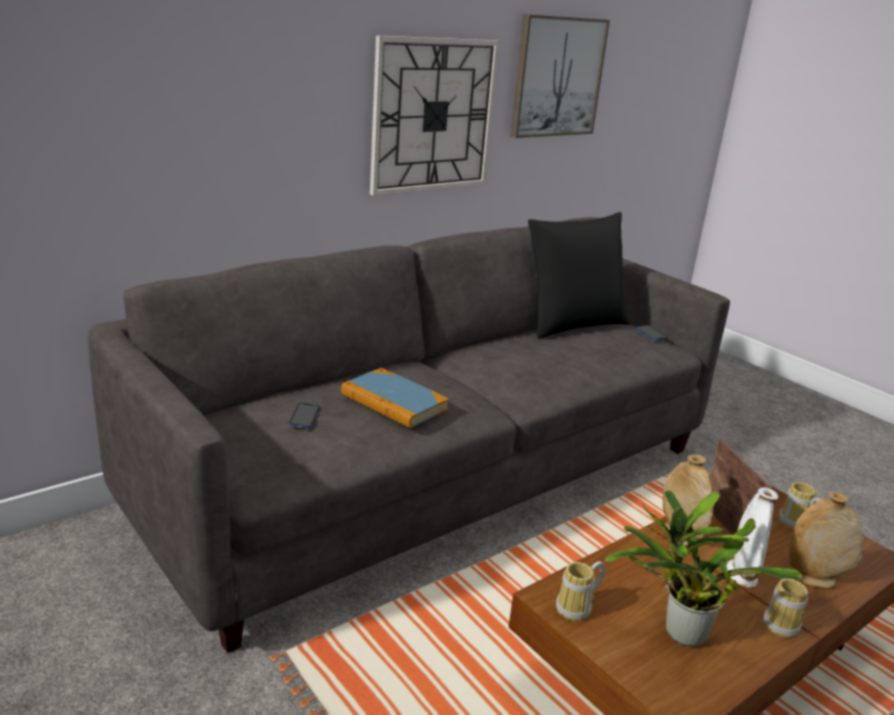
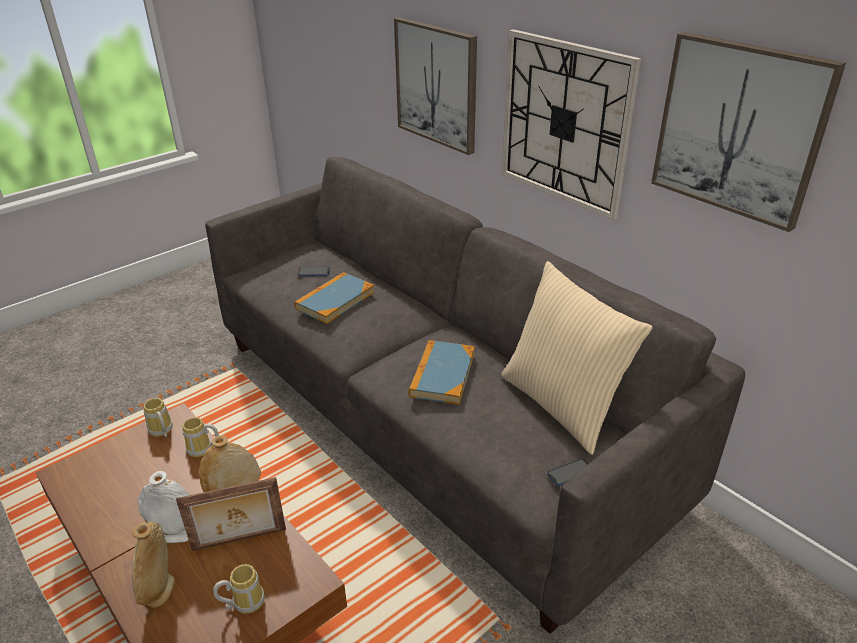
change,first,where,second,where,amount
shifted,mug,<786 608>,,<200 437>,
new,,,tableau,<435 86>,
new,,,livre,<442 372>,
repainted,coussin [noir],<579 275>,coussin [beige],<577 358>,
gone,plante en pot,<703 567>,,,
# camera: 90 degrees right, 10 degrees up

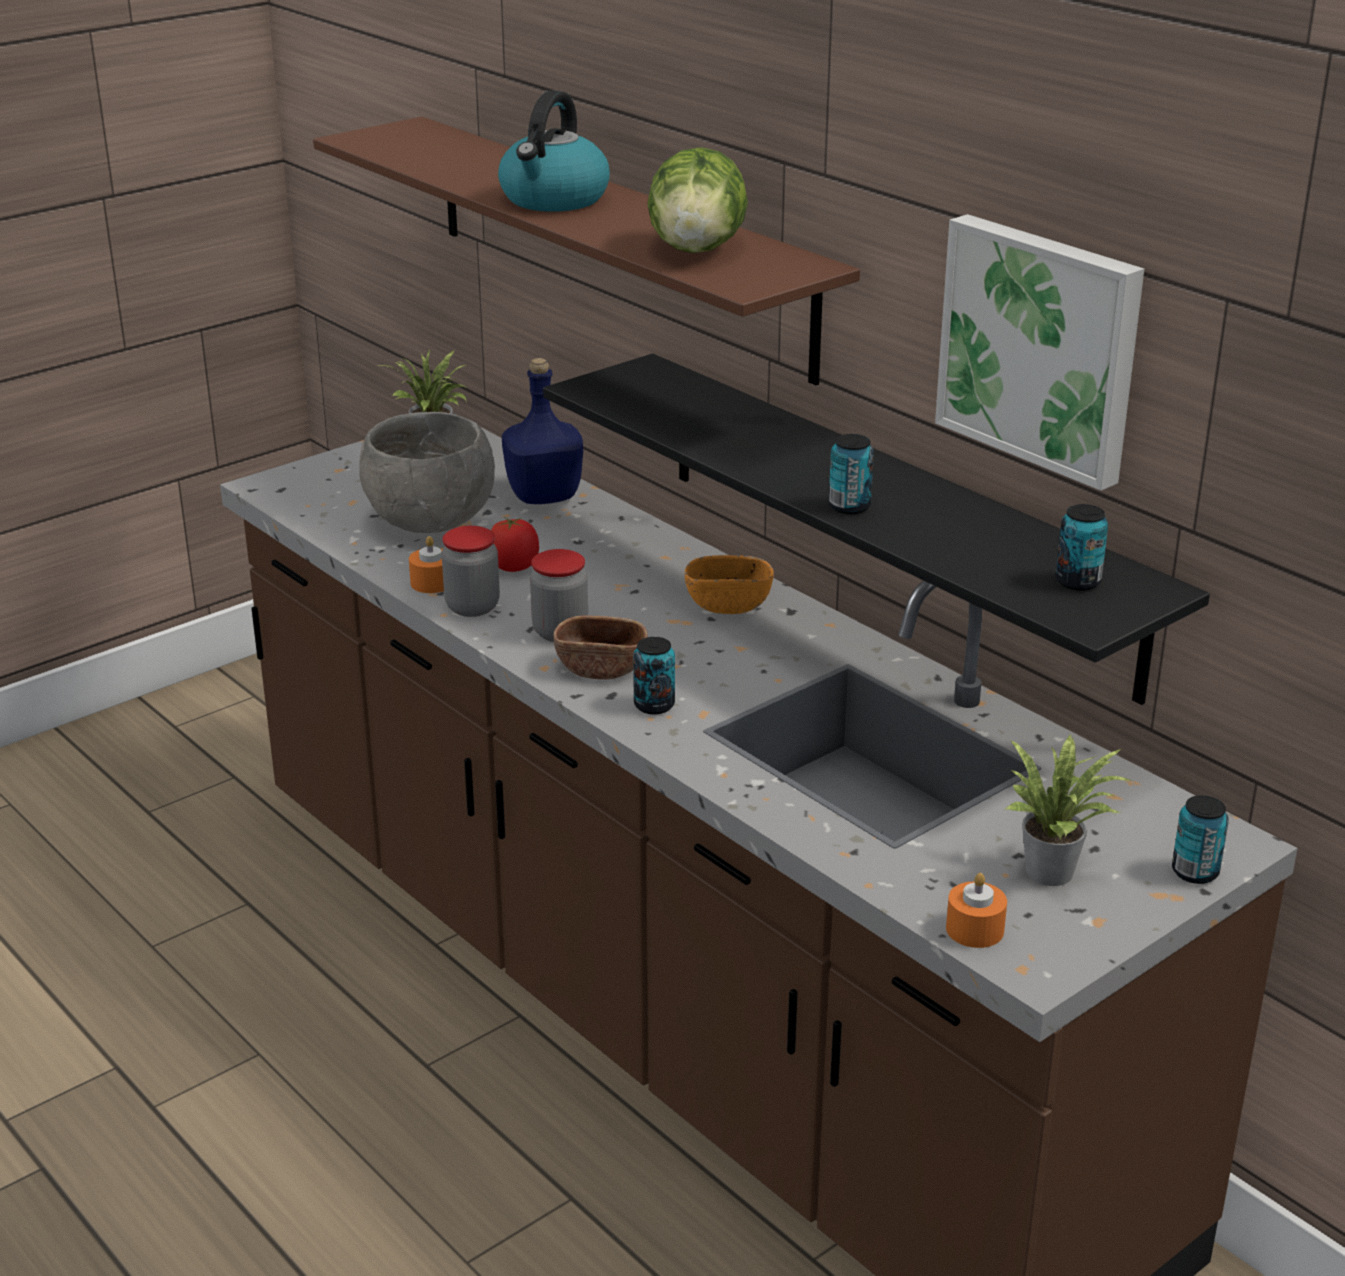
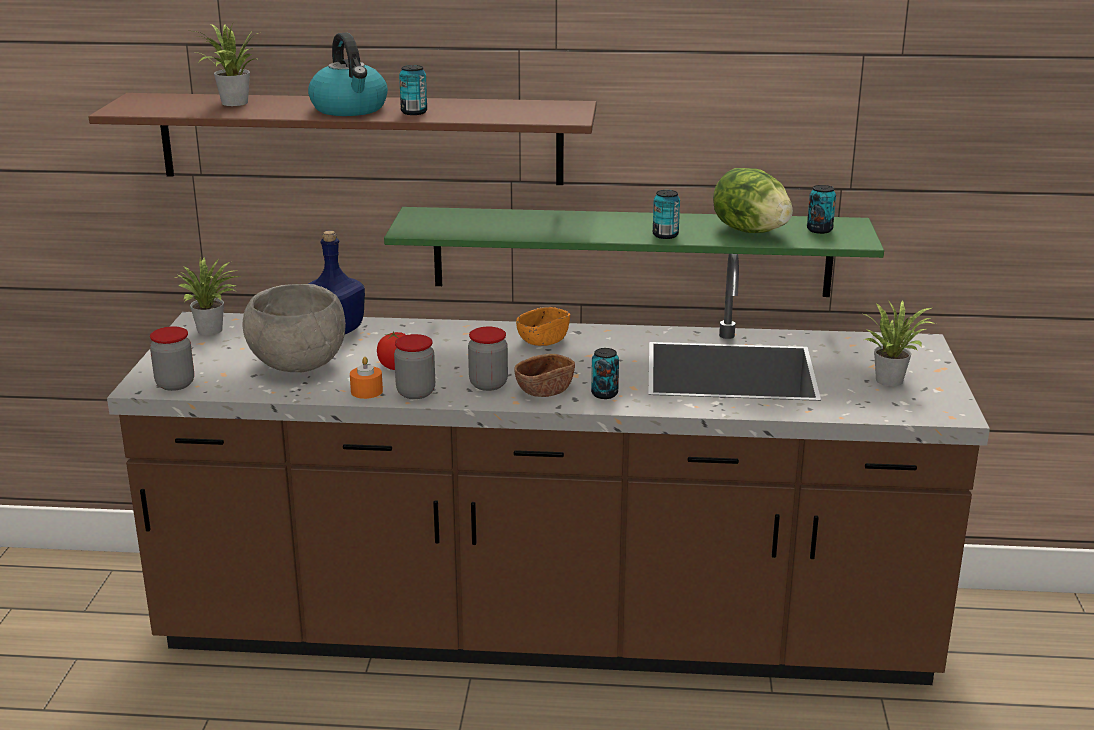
change,first,where,second,where,amount
new,,,bocal,<172 358>,
new,,,plante en pot,<227 64>,
repainted,étagère [noir],<876 529>,étagère [vert],<634 252>,
shifted,boîte métallique,<1200 839>,,<413 90>,
shifted,laitue,<698 200>,,<753 200>,
gone,tableau,<1039 352>,,,
gone,bougie [orange],<976 910>,,,
# camera: 45 degrees left, 5 degrees down

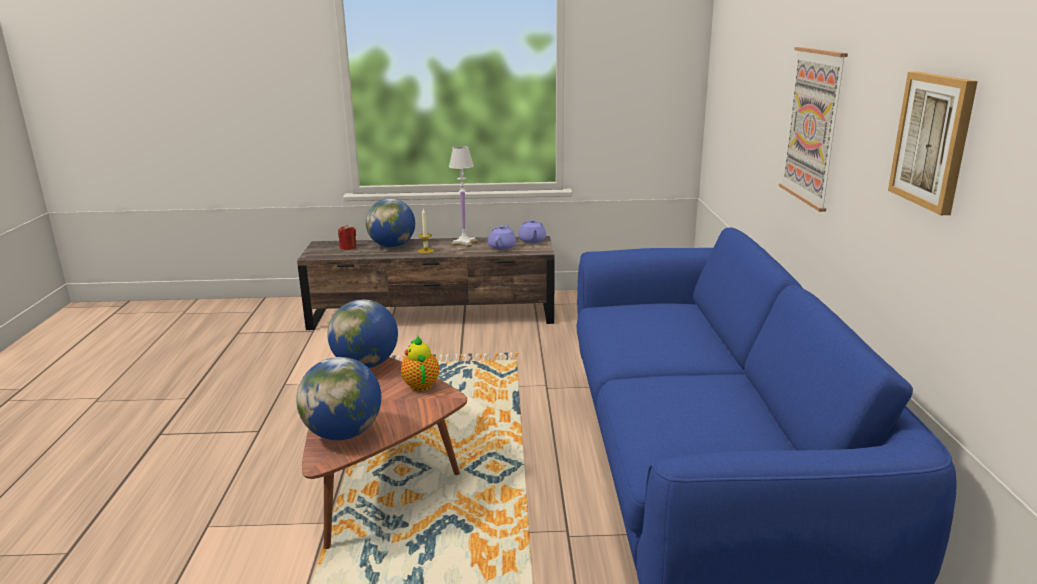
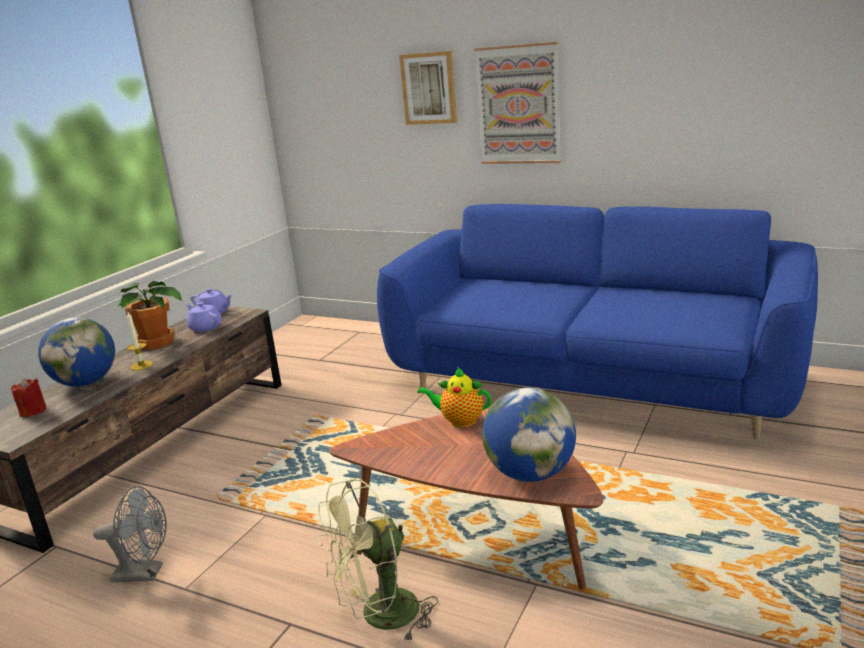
change,first,where,second,where,amount
new,,,ventilateur [gris],<130 534>,
swapped,lampe de table [blanc],<463 196>,plante en pot,<149 315>,
new,,,ventilateur [vert],<377 560>,
shifted,tableau,<933 143>,,<428 88>,
gone,globe,<362 334>,,,
# camera: 60 degrees left, 0 degrees up

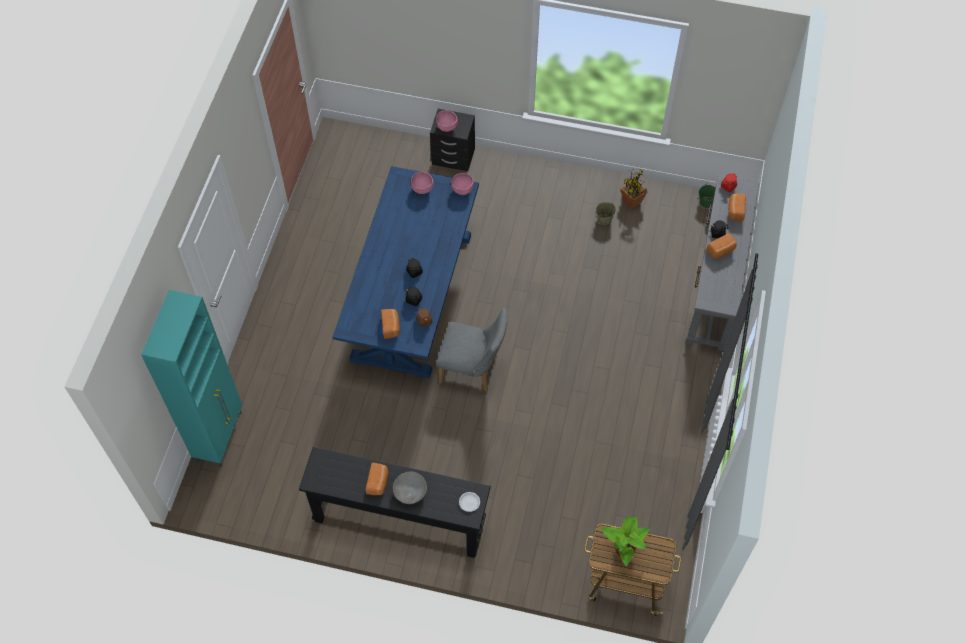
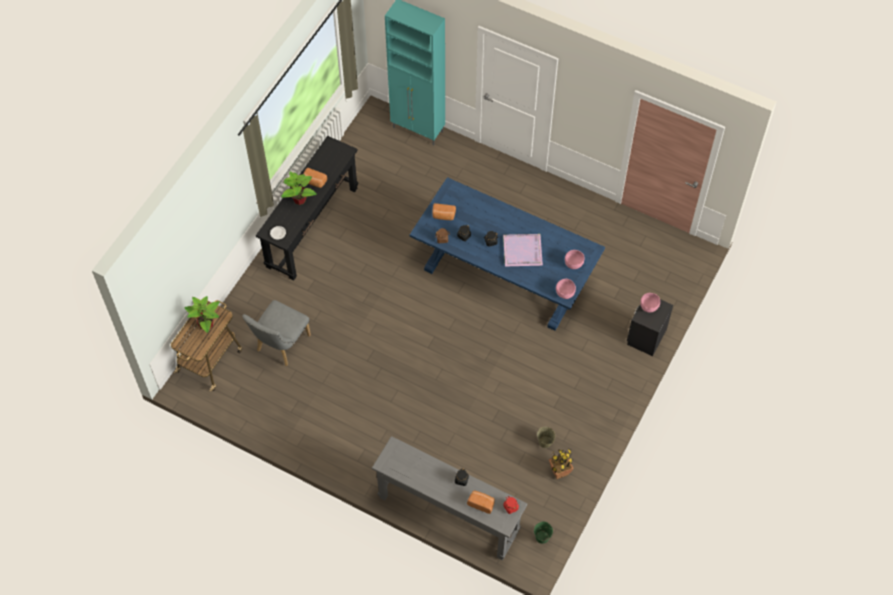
change,first,where,second,where,amount
shifted,chaise [gris],<472 350>,,<276 333>,
swapped,bol [gris],<410 487>,plante en pot,<299 188>,
new,,,plateau [violet],<523 250>,
gone,pain,<721 246>,,,
# camera: 105 degrees right, 0 degrees up

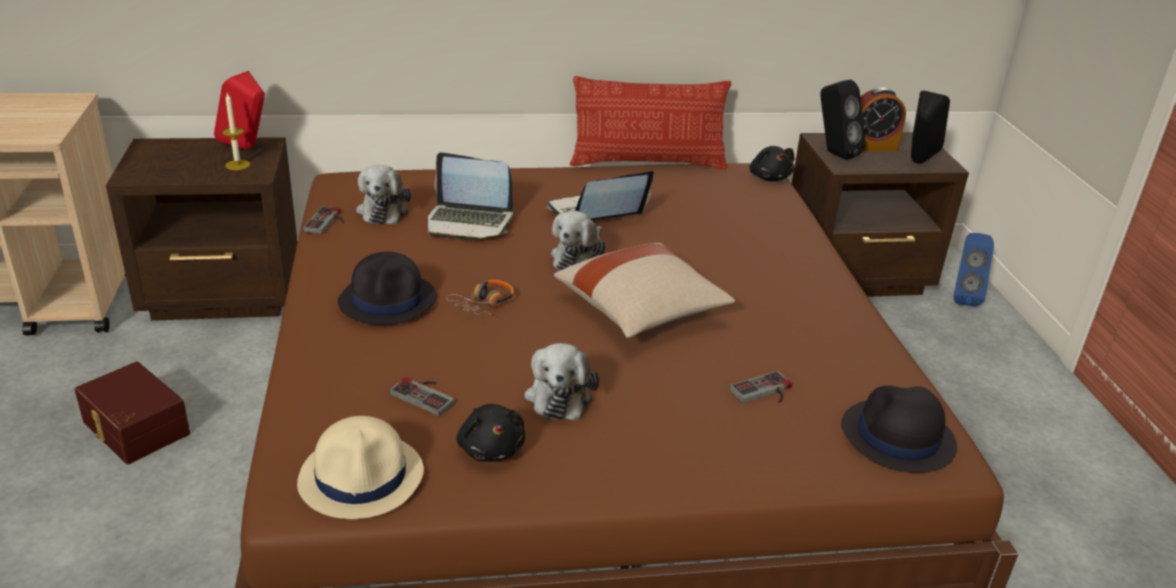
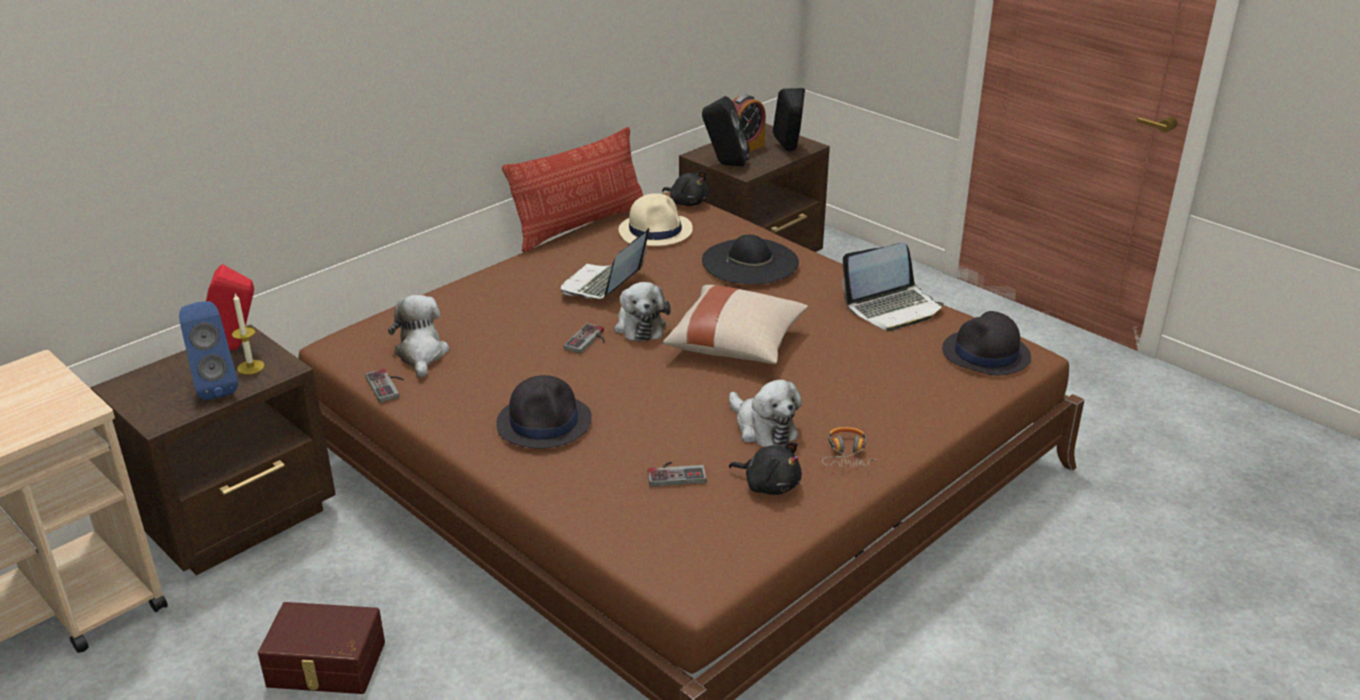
change,first,where,second,where,amount
shifted,enceinte [bleu],<974 269>,,<208 350>,
rotated,peluche,<383 194>,,<418 336>,150 degrees counterclockwise
shifted,manette,<760 387>,,<584 338>,
shifted,chapeau [beige],<360 467>,,<656 219>,
new,,,chapeau [noir],<750 259>,
shifted,casque audio,<480 297>,,<849 447>,
shifted,ordinateur portable,<470 196>,,<893 286>,
# camera: 35 degrees left, 0 degrees up

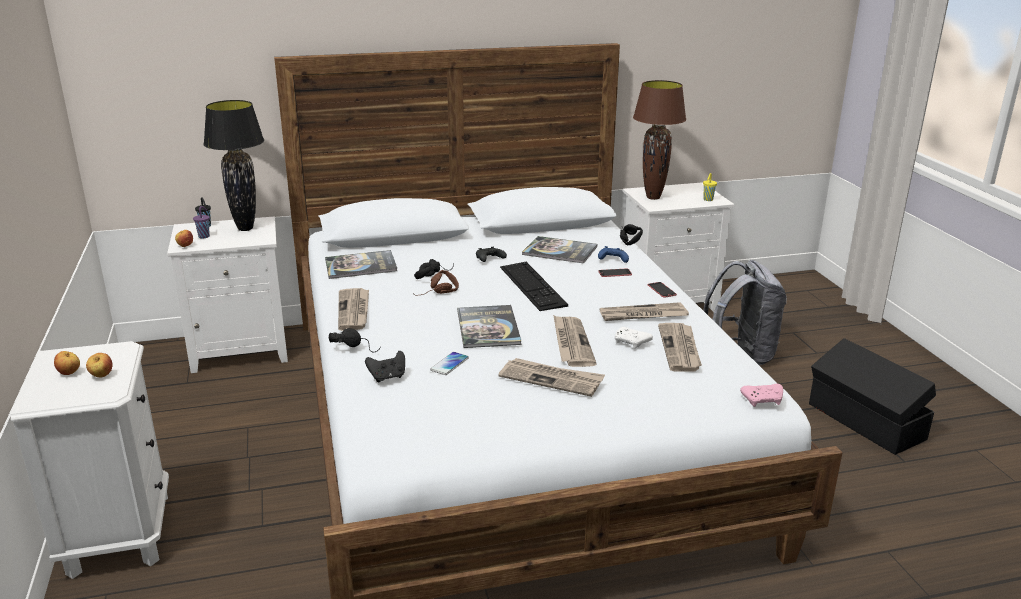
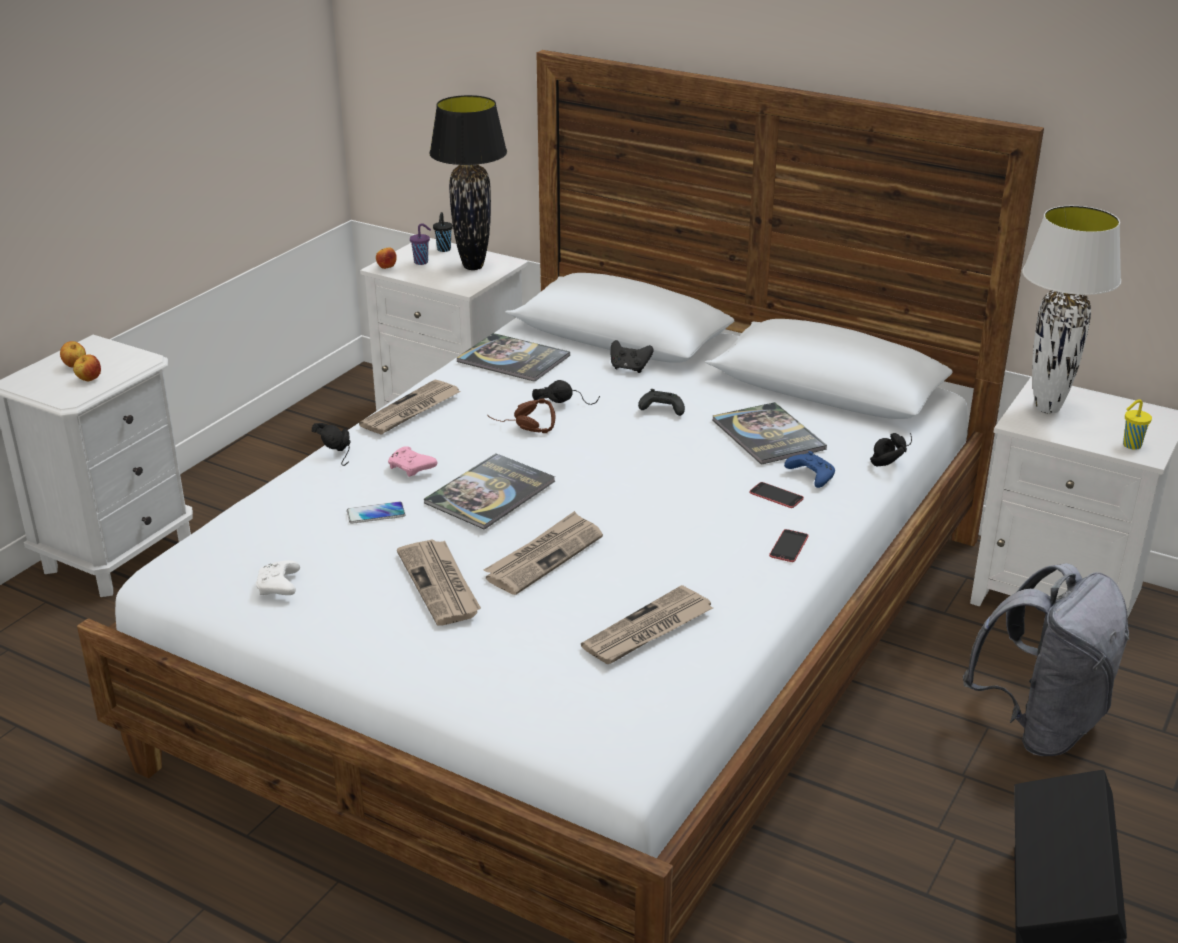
change,first,where,second,where,amount
shifted,manette [blanc],<634 337>,,<278 577>,
shifted,manette [rose],<761 395>,,<412 461>,
shifted,manette [noir],<385 366>,,<632 356>,
repainted,lampe de table [marron],<659 140>,lampe de table [blanc],<1071 310>,
gone,clavier,<534 286>,,,
gone,journal,<644 311>,,,
# camera: 45 degrees right, 5 degrees up

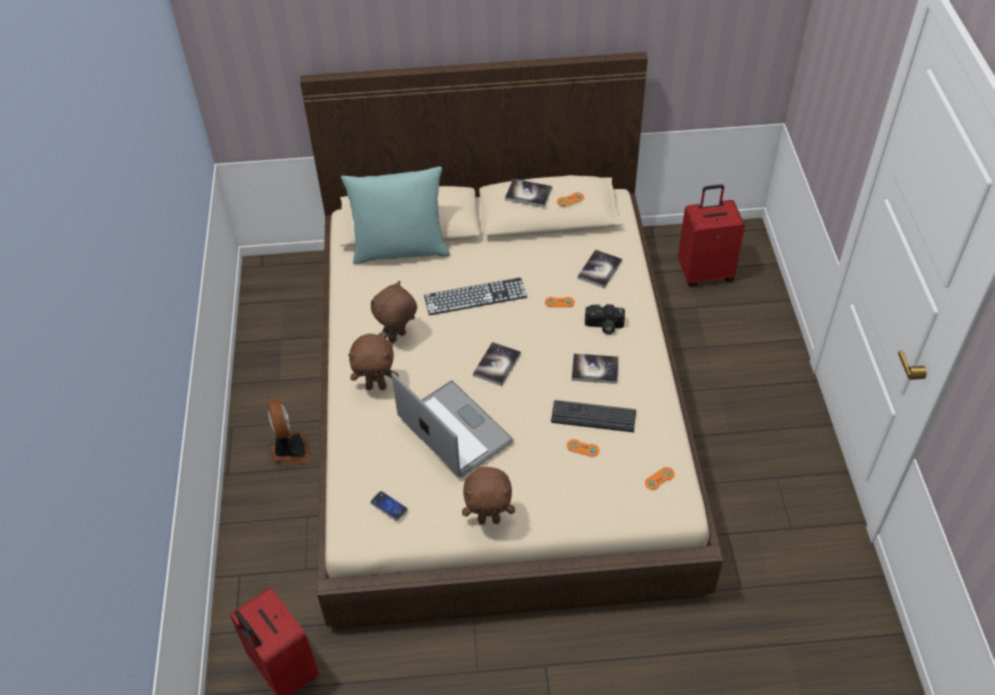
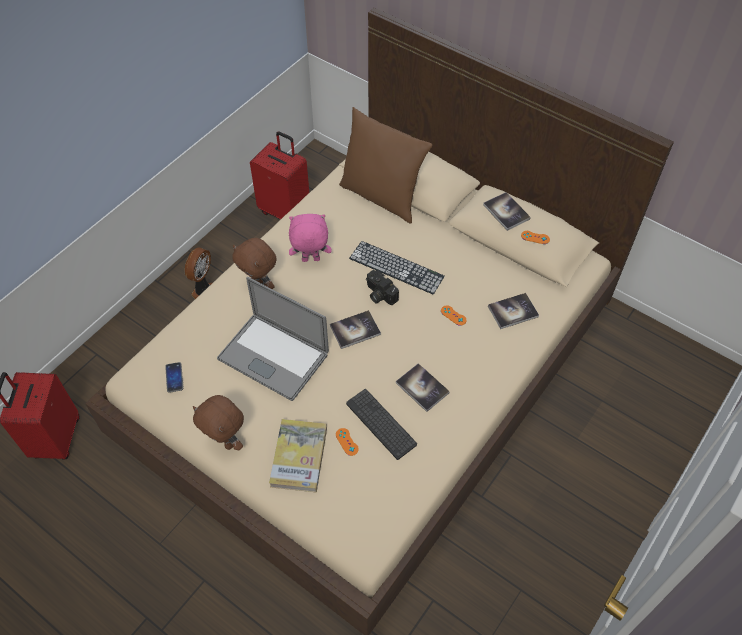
change,first,where,second,where,amount
rotated,ordinateur portable,<452 425>,,<273 339>,120 degrees clockwise
shifted,valise [rouge],<711 235>,,<279 175>,
new,,,livre,<298 455>,
repainted,peluche [marron],<394 312>,peluche [rose],<310 238>,
repainted,coussin [turquoise],<395 215>,coussin [marron],<385 165>,
shifted,appareil photo,<605 319>,,<382 287>,
gone,manette [orange],<660 478>,,,
# camera: 40 degrees right, 5 degrees up

